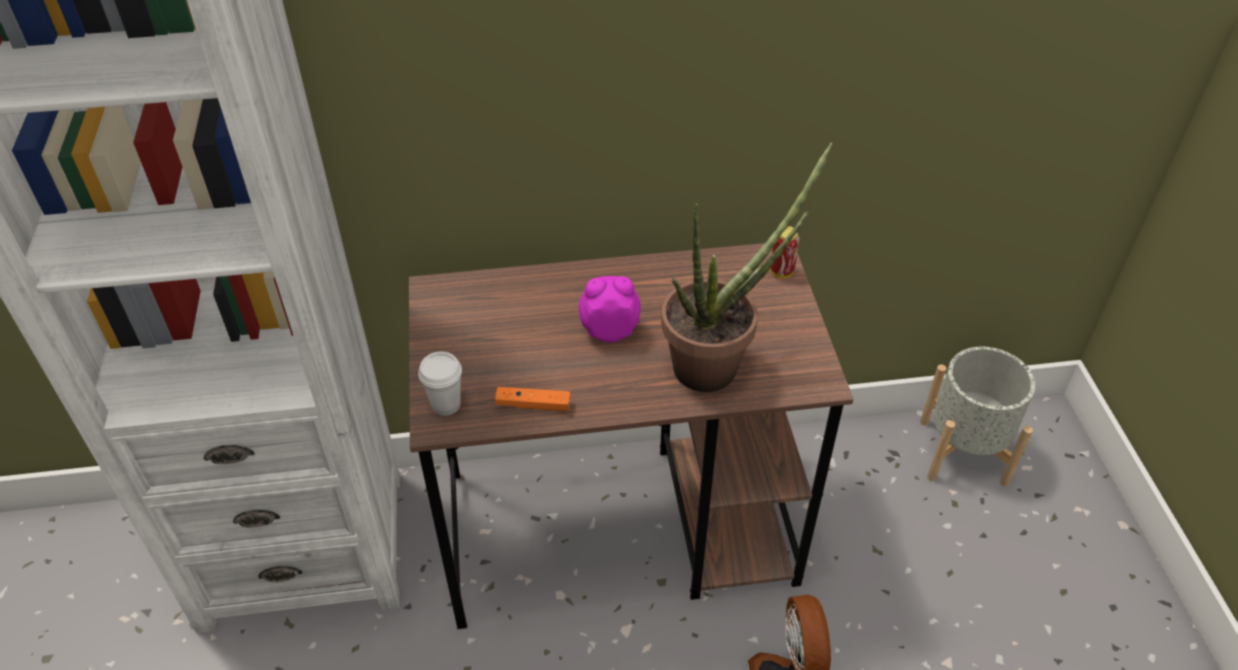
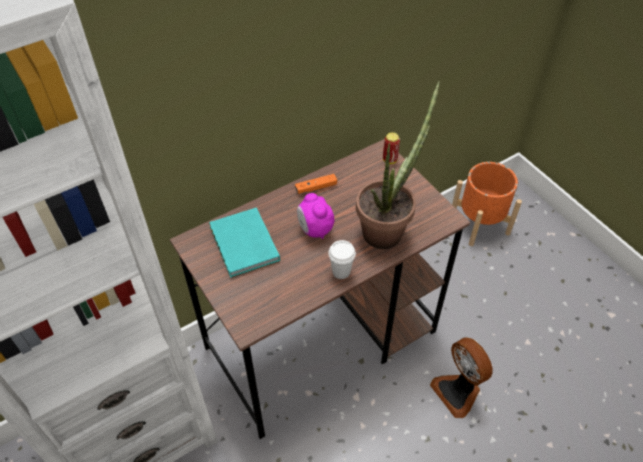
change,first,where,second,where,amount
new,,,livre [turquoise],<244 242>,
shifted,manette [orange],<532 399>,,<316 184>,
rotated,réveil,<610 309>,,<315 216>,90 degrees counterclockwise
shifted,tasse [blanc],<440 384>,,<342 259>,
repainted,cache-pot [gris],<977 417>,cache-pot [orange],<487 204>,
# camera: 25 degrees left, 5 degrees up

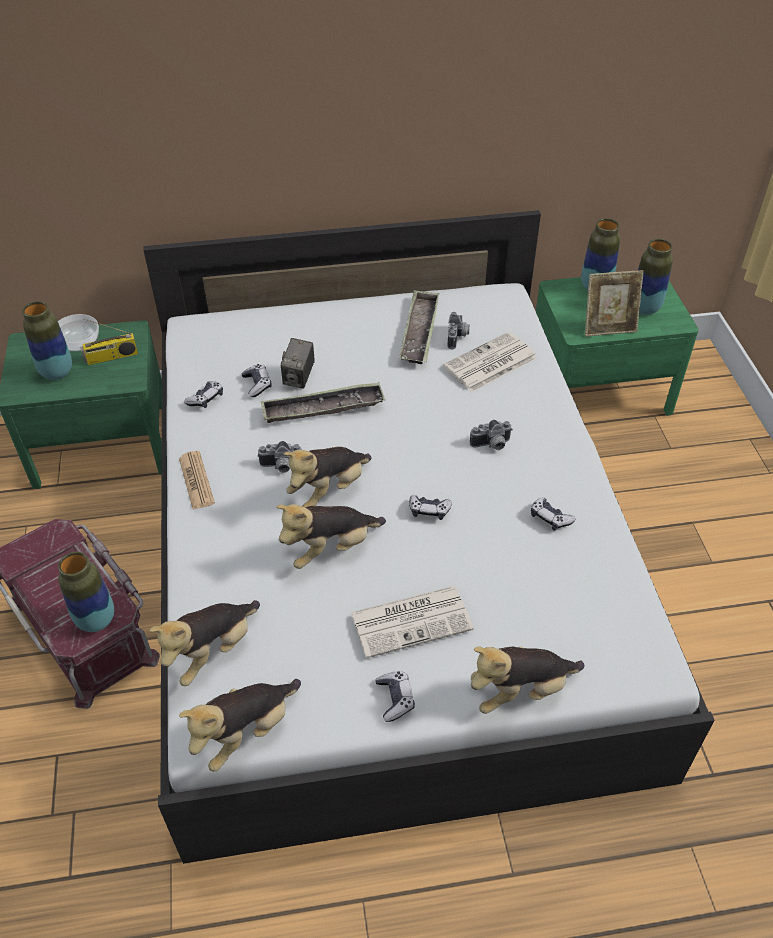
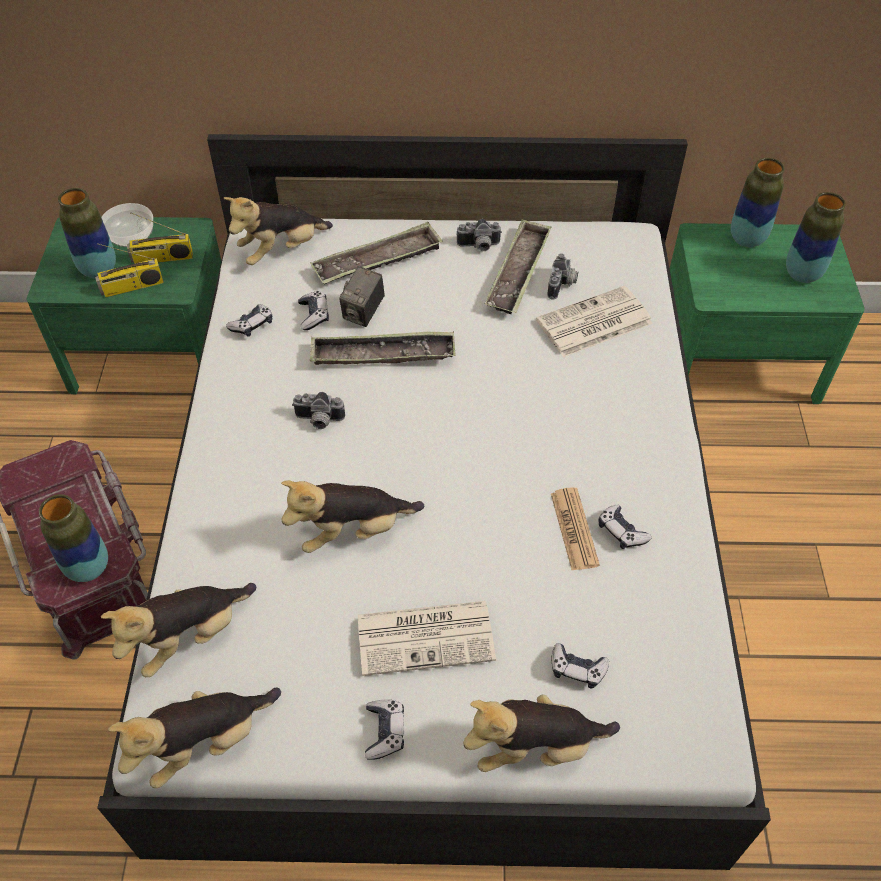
change,first,where,second,where,amount
new,,,radio,<129 270>,
shifted,peluche,<328 477>,,<278 231>,
new,,,plateau,<376 253>,
shifted,appareil photo,<491 435>,,<479 235>,
shifted,journal,<197 480>,,<575 529>,
shifted,manette,<430 507>,,<580 666>,
gone,cadre photo,<614 303>,,,
# camera: 10 degrees right, 5 degrees up

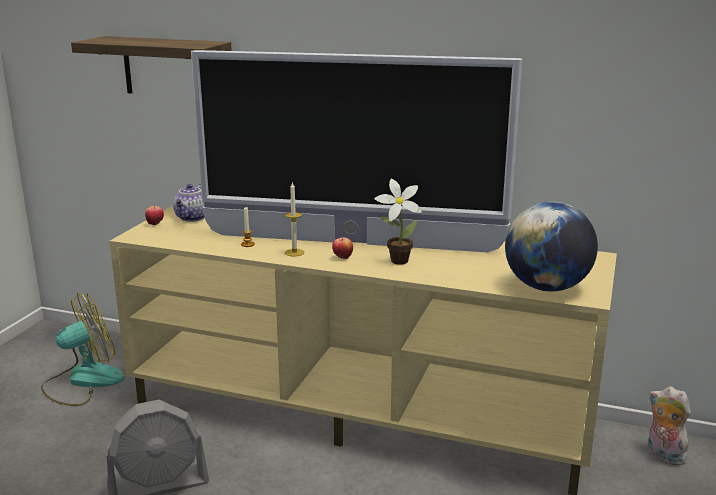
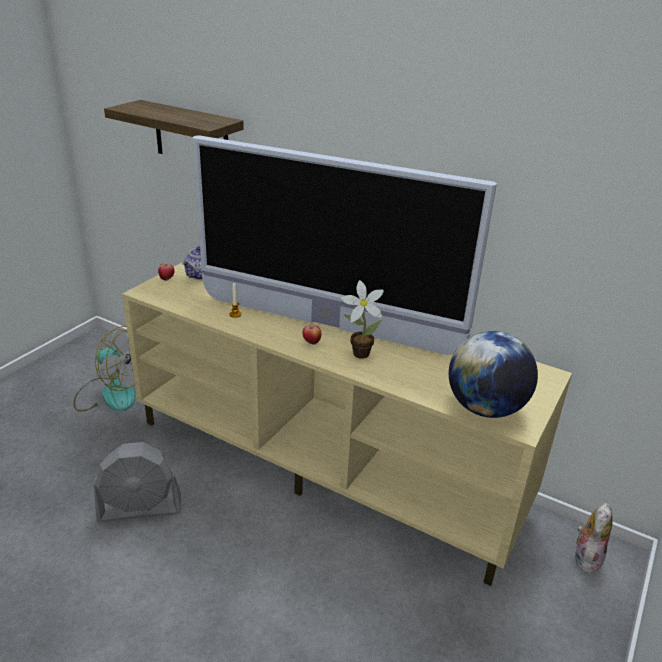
change,first,where,second,where,amount
rotated,ventilateur,<83 349>,,<104 369>,45 degrees clockwise
rotated,peluche,<670 426>,,<594 538>,60 degrees clockwise
gone,bougie,<295 219>,,,
# camera: 10 degrees right, 10 degrees up

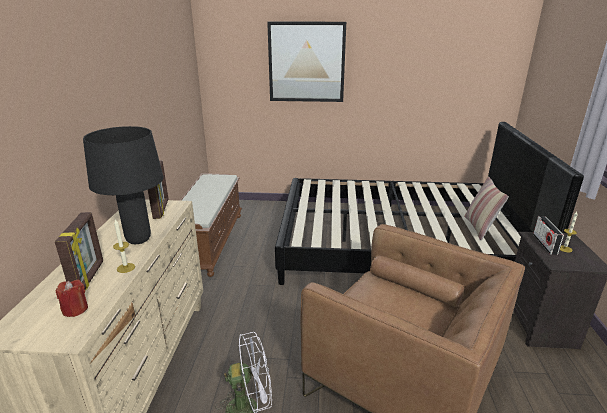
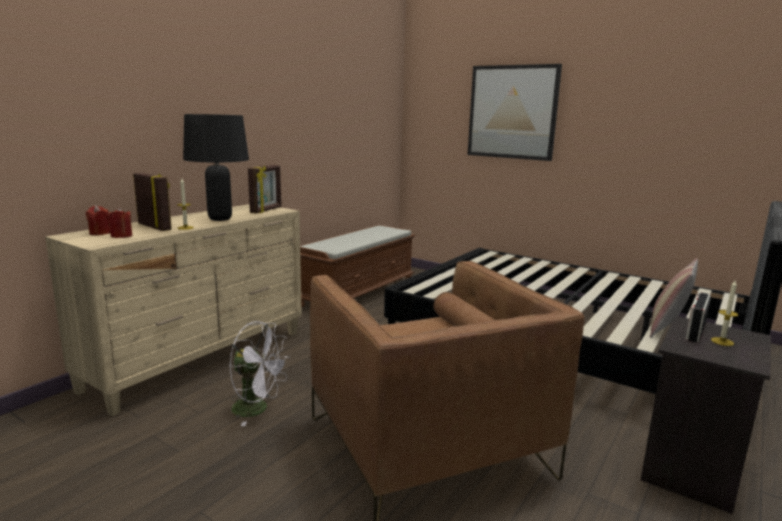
change,first,where,second,where,amount
new,,,bougie [rouge],<98 220>,
rotated,cadre photo,<79 251>,,<152 202>,75 degrees counterclockwise
# camera: 30 degrees right, 10 degrees down

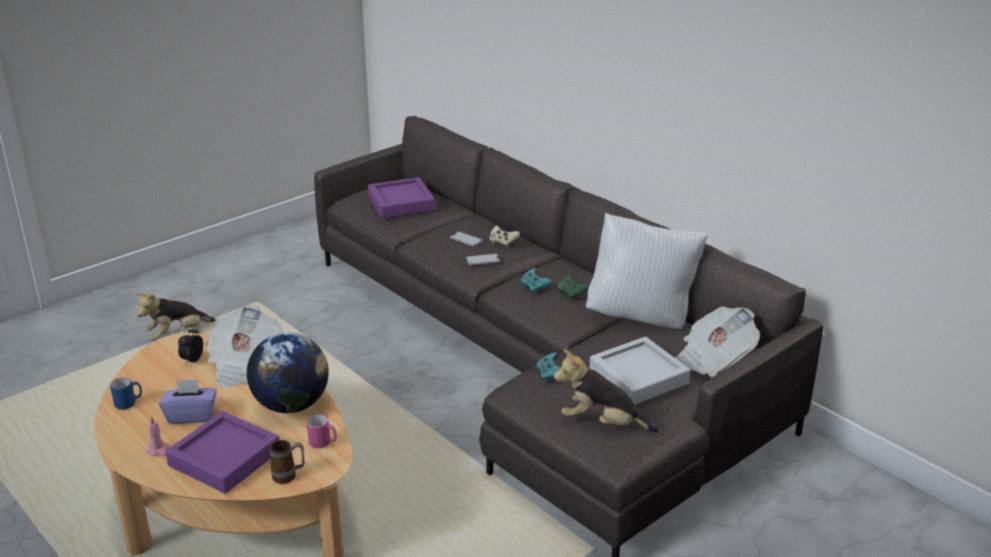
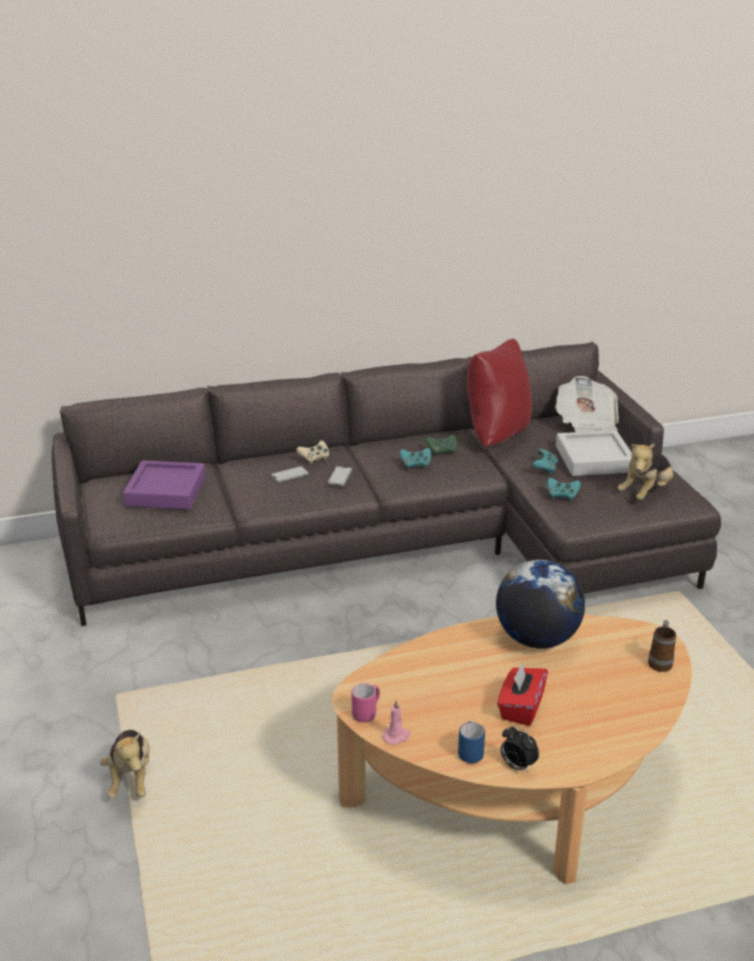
change,first,where,second,where,amount
shifted,mug [rose],<322 431>,,<366 702>,
shifted,bougie [rose],<157 437>,,<396 722>,
repainted,coussin [blanc],<647 271>,coussin [rouge],<499 393>,
repainted,boîte à mouchoirs [violet],<188 402>,boîte à mouchoirs [rouge],<522 694>,
shifted,réveil,<190 345>,,<520 749>,
new,,,manette [turquoise],<545 461>,
gone,plateau [violet],<222 452>,,,
gone,journal,<244 346>,,,
# camera: 65 degrees left, 0 degrees up

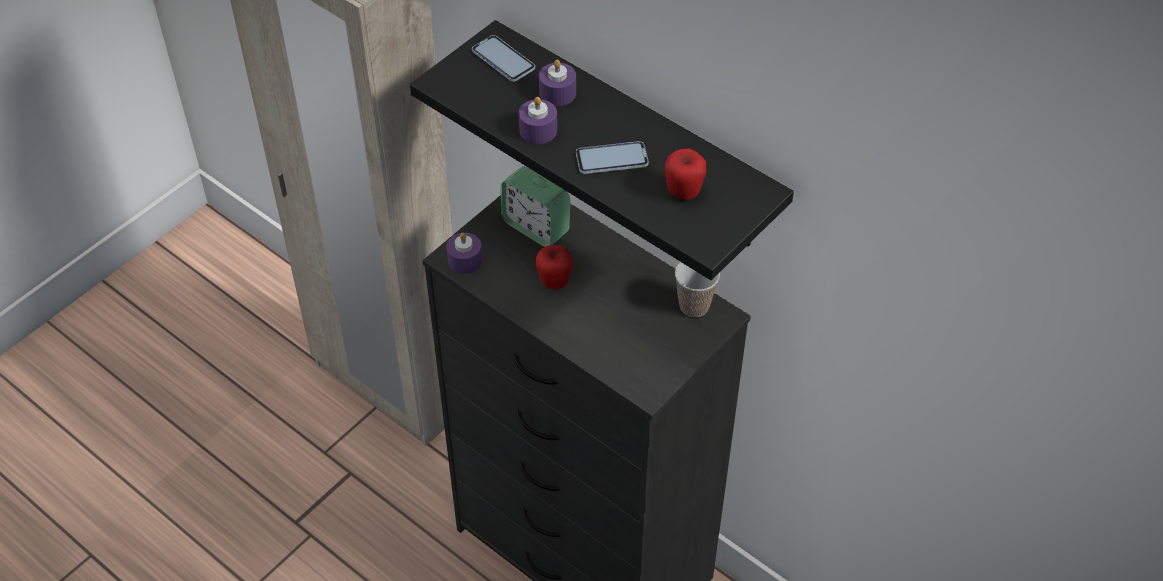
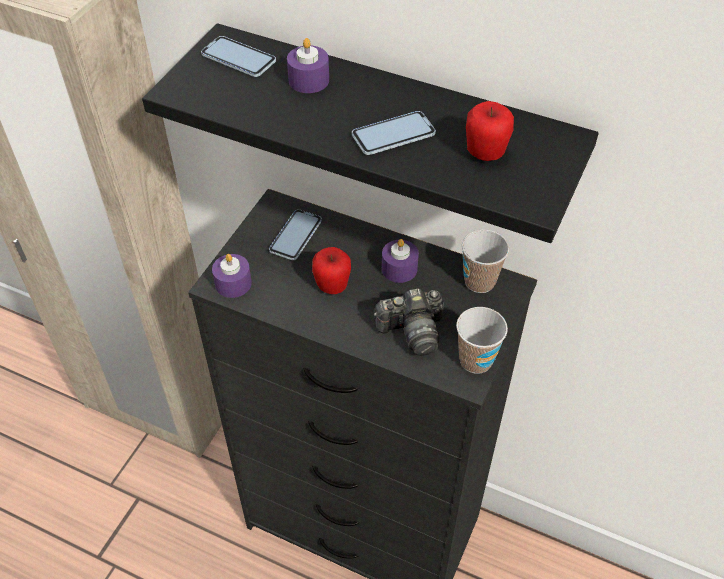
change,first,where,second,where,amount
swapped,réveil,<535 206>,téléphone,<295 234>,
new,,,appareil photo,<409 322>,
shifted,bougie [violet],<538 120>,,<400 261>,
new,,,tasse,<482 340>,
# camera: 15 degrees left, 0 degrees up

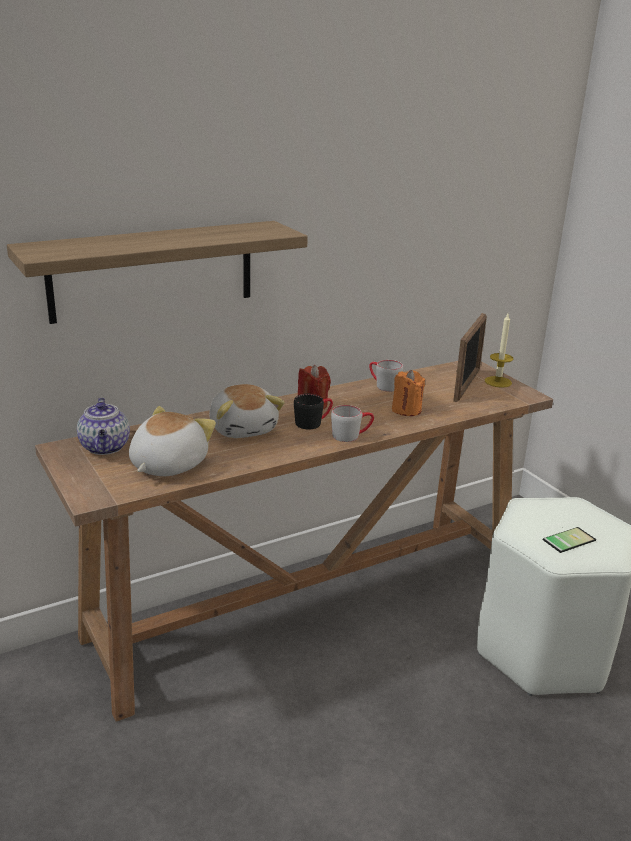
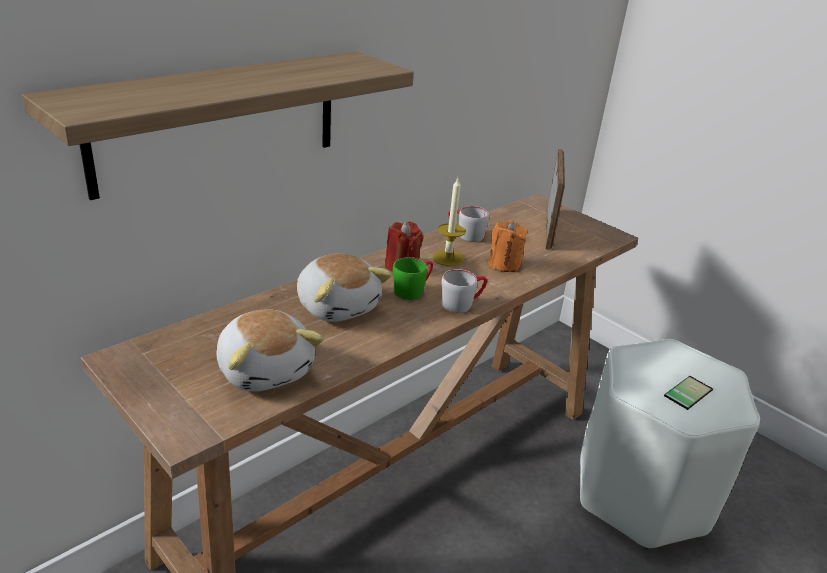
change,first,where,second,where,amount
rotated,peluche,<172 441>,,<270 350>,135 degrees clockwise
repainted,mug [noir],<313 411>,mug [vert],<413 278>,
shifted,bougie,<499 351>,,<449 222>,
gone,théière,<103 426>,,,
# camera: 15 degrees left, 5 degrees up

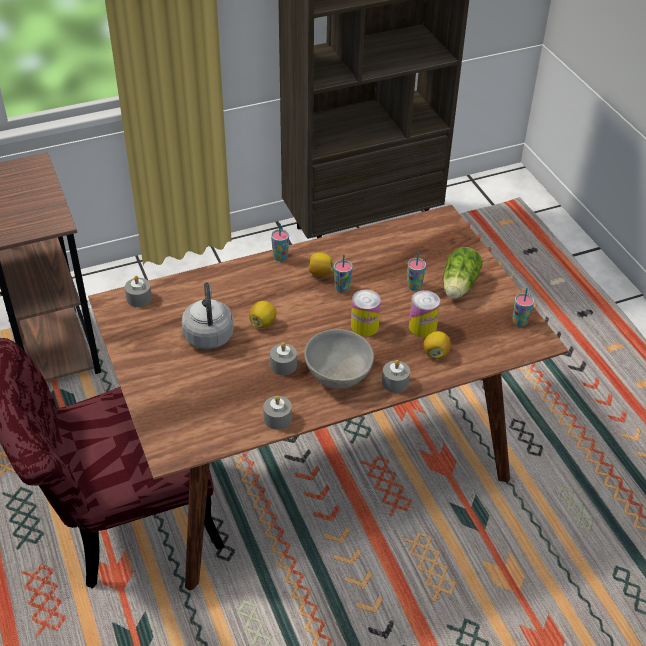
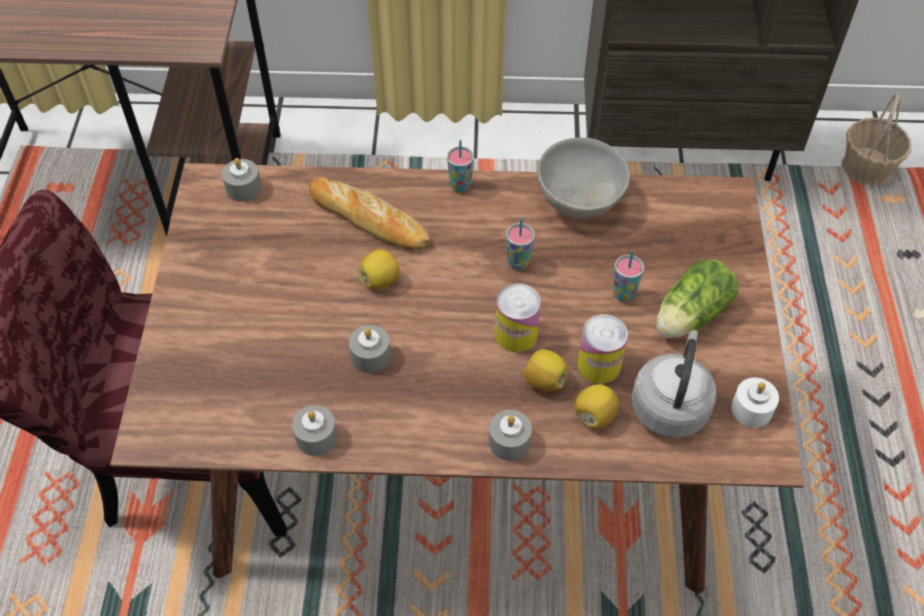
change,first,where,second,where,amount
new,,,pain,<369 212>,
shifted,citron,<320 264>,,<545 370>,
shifted,bol [gris],<339 359>,,<583 178>,
shifted,bouilloire [gris],<208 315>,,<674 384>,
swapped,tasse,<523 307>,bougie [blanc],<755 402>,
new,,,panier,<876 139>,
# camera: 25 degrees right, 10 degrees up

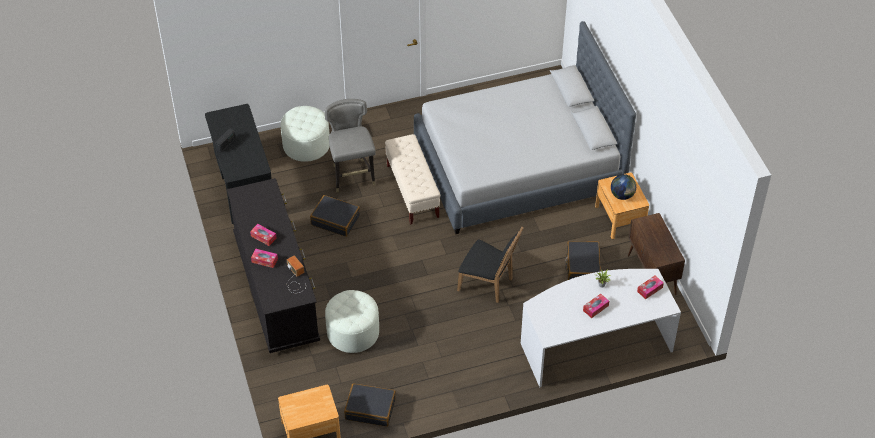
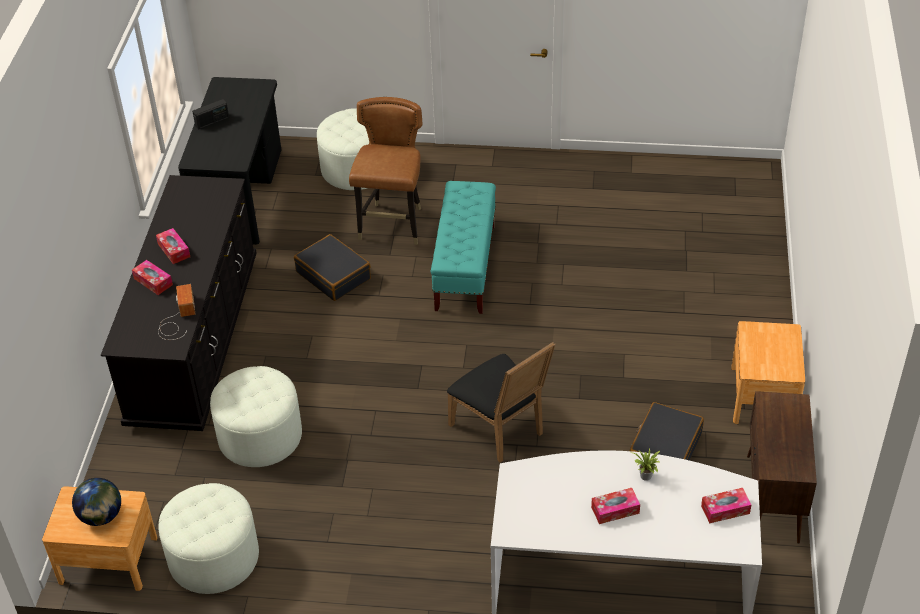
change,first,where,second,where,amount
shifted,globe,<623 187>,,<96 502>,
swapped,valise [noir],<370 405>,pouf [blanc],<208 538>,
repainted,chaise [gris],<350 145>,chaise [marron],<386 171>,
repainted,banc [beige],<413 179>,banc [turquoise],<463 247>,
gone,lit [gris],<525 127>,,,
# camera: 25 degrees right, 5 degrees down

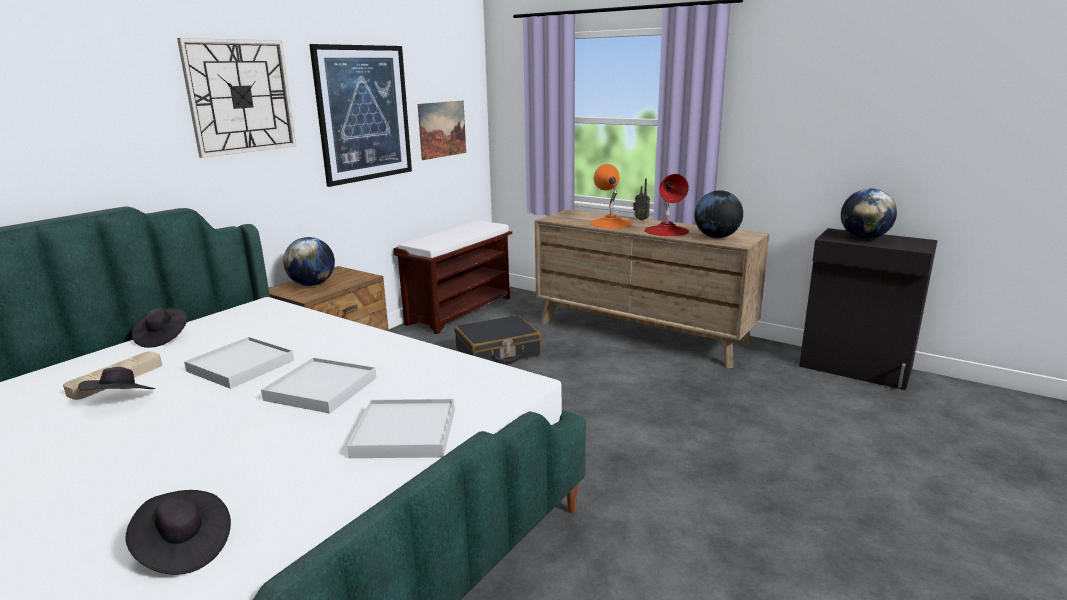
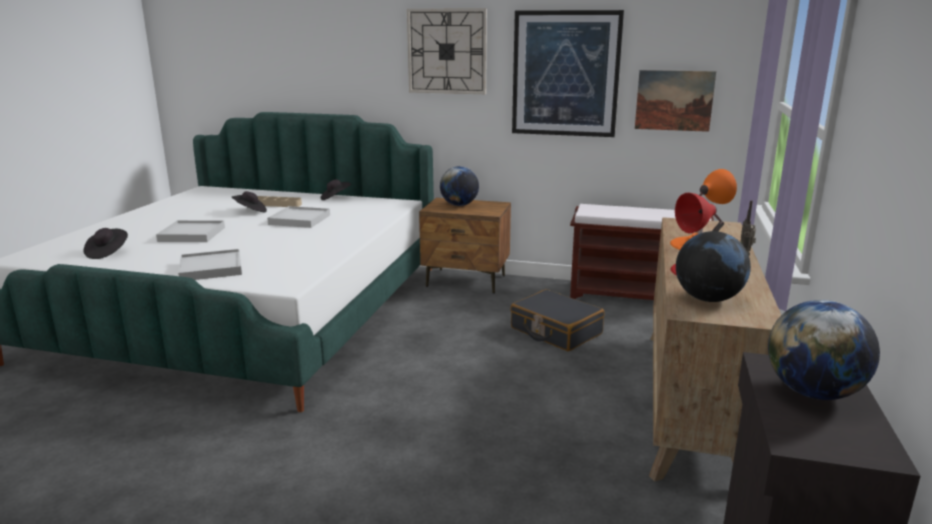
change,first,where,second,where,amount
shifted,plateau [blanc],<319 385>,,<190 231>,
# camera: 70 degrees right, 0 degrees up

